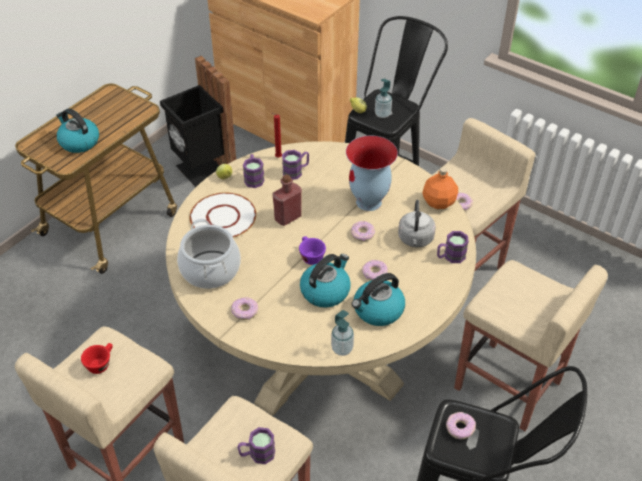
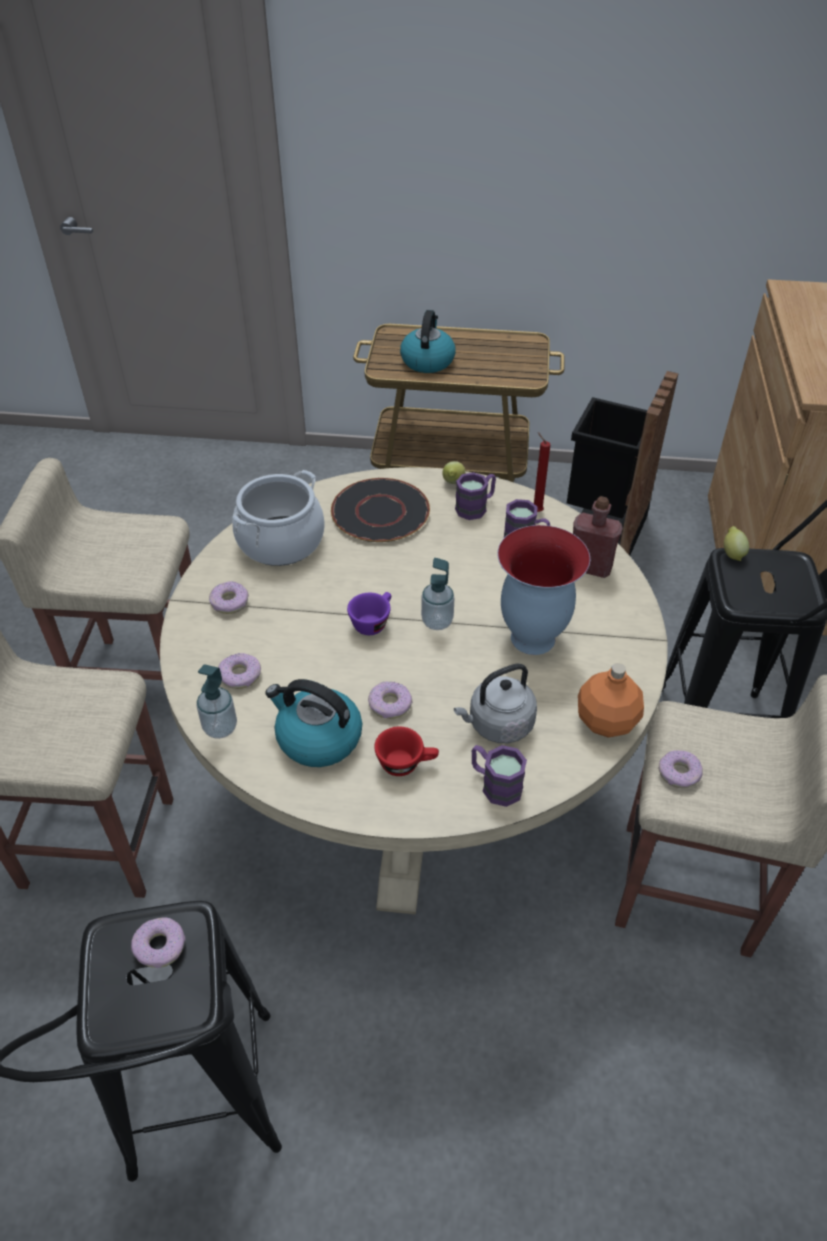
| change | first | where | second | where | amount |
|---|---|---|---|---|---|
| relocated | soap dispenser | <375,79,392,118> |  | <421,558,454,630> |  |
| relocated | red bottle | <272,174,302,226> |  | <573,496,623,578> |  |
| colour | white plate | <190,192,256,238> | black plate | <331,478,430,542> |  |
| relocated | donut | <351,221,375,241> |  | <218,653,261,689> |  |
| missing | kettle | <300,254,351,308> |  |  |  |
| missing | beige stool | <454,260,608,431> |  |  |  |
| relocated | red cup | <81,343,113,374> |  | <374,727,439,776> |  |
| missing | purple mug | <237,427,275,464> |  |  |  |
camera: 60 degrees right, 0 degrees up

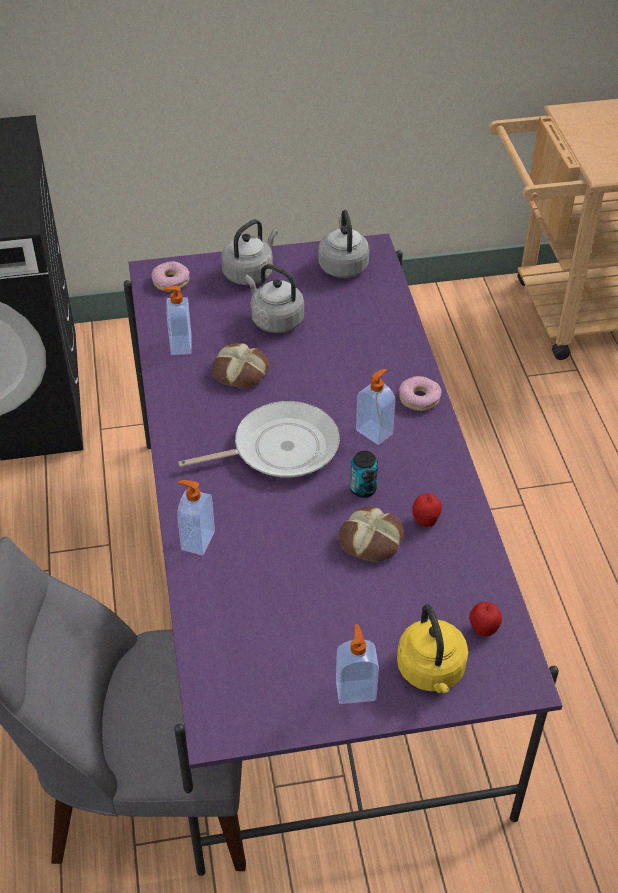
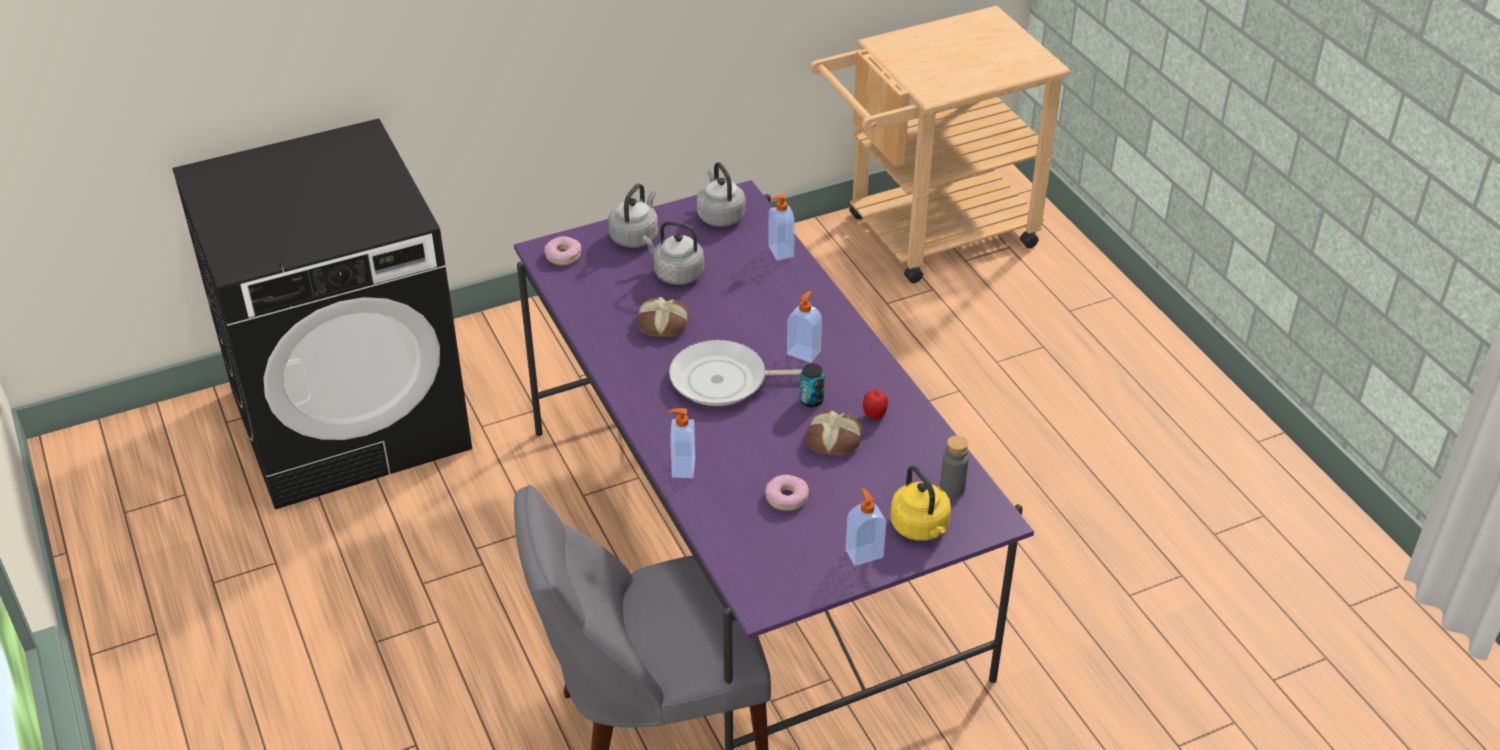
| change | first | where | second | where | amount |
|---|---|---|---|---|---|
| relocated | soap dispenser | <163,286,192,355> |  | <768,195,795,260> |  |
| relocated | donut | <399,376,441,411> |  | <765,474,809,511> |  |
| spun | frying pan | <178,401,340,478> |  | <669,340,803,406> | 150 degrees counterclockwise |
| exchanged | apple | <469,602,502,636> | grey bottle | <940,435,969,498> |  |
camera: 15 degrees left, 5 degrees down

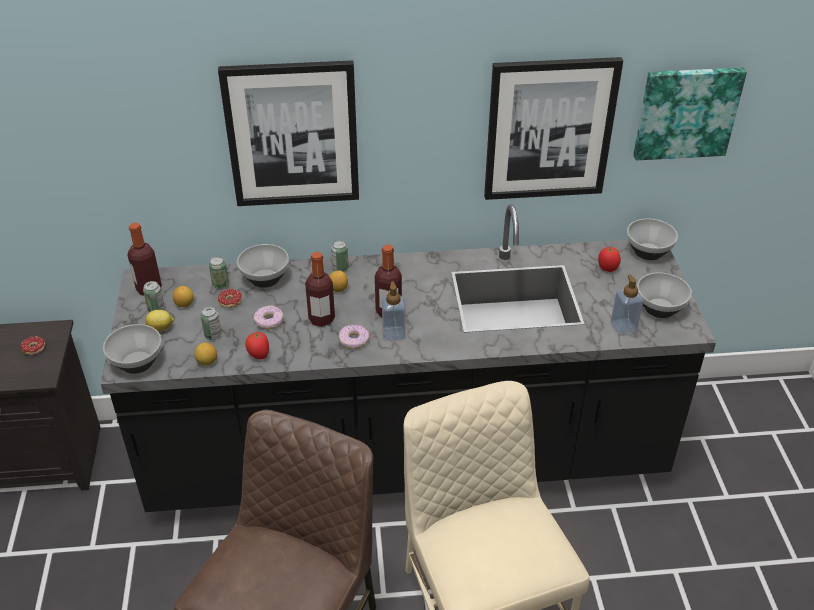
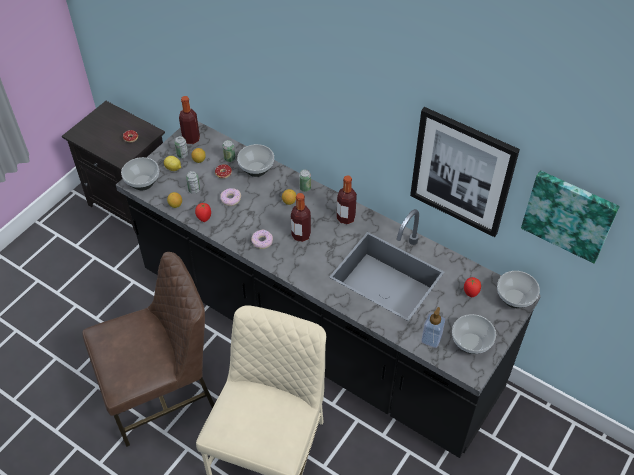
| change | first | where | second | where | amount |
|---|---|---|---|---|---|
| missing | picture | <218,60,359,206> |  |  |  |
| relocated | bottle | <305,252,335,327> |  | <337,175,357,224> |  |
| missing | soap dispenser | <382,282,405,341> |  |  |  |
camera: 40 degrees right, 10 degrees up

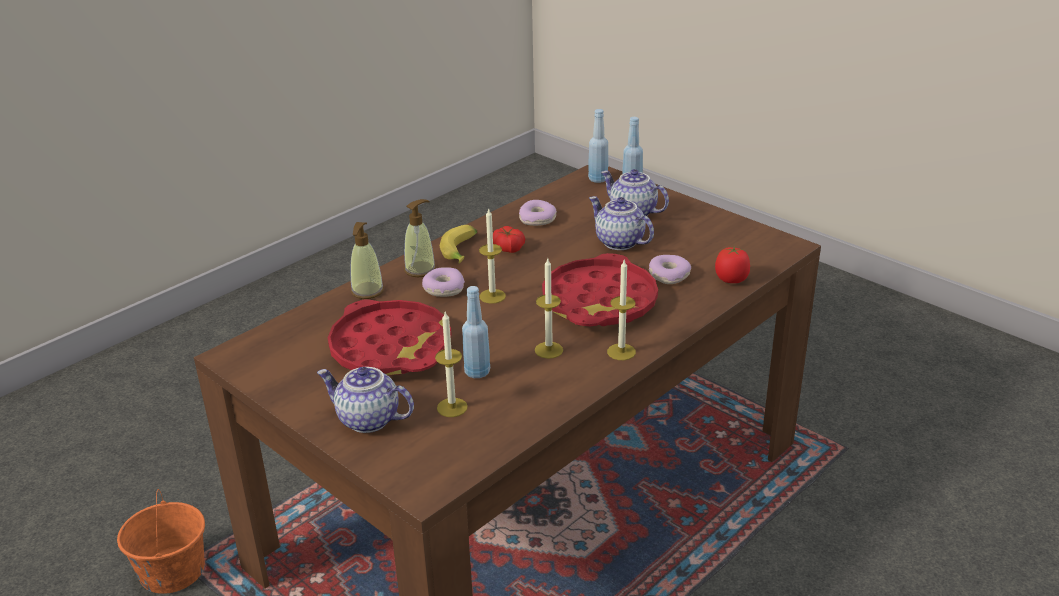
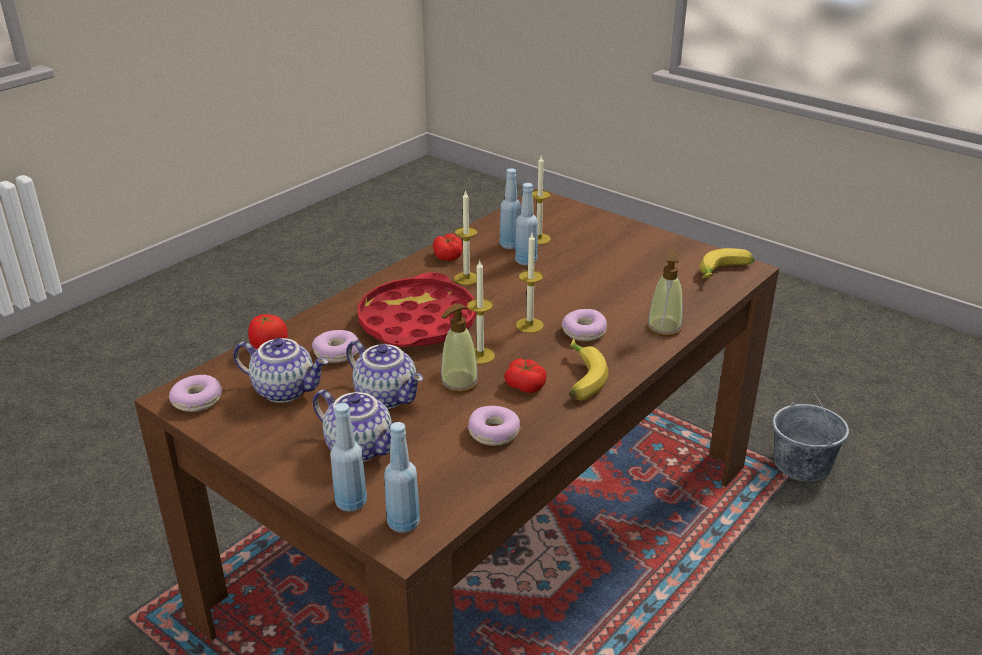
| change | first | where | second | where | amount |
|---|---|---|---|---|---|
| relocated | soap dispenser | <404,199,436,277> |  | <440,303,479,393> |  |
| relocated | candle | <607,260,636,360> |  | <467,261,495,364> |  |
| missing | red tray | <328,299,452,375> |  |  |  |
| relocated | teapot | <317,367,414,433> |  | <233,338,328,403> |  |
| colour | orange bucket | <117,489,205,594> | grey bucket | <773,390,849,481> |  |
| appeared |  |  | blue bottle | <500,168,521,249> |  |
| appeared |  |  | tomato | <433,233,463,261> |  |
| appeared |  |  | banana | <700,248,755,279> |  |
| appeared |  |  | donut | <169,375,222,412> |  |
camera: 175 degrees right, 0 degrees up

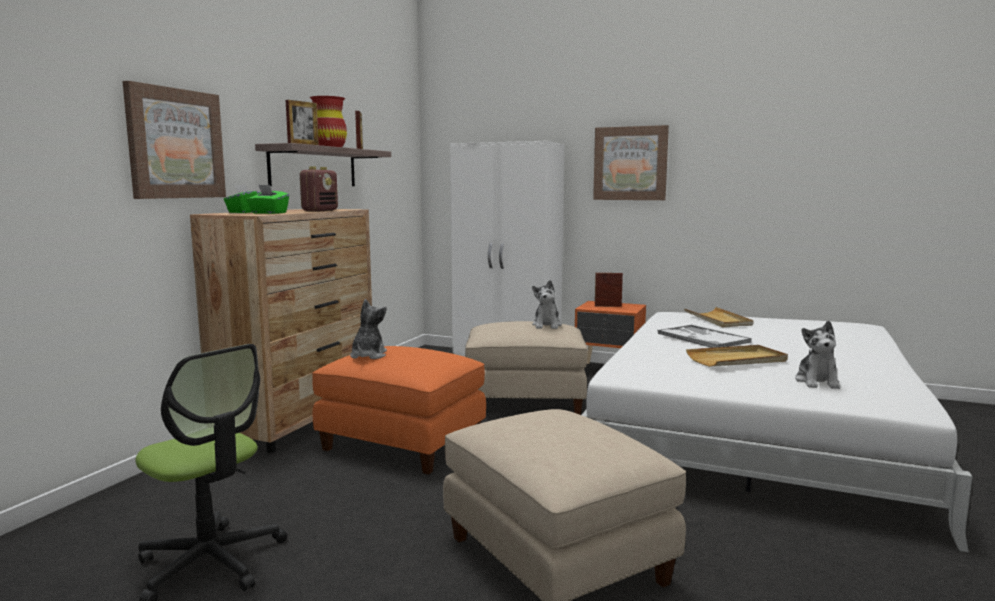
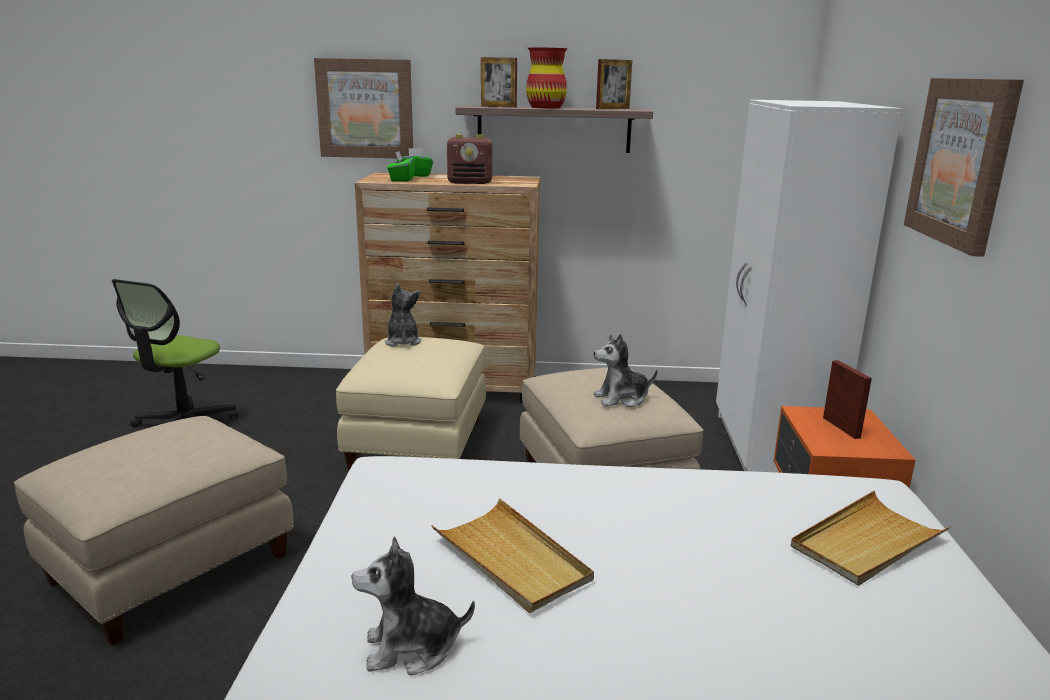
| change | first | where | second | where | amount |
|---|---|---|---|---|---|
| spun | plush toy | <350,299,387,359> |  | <384,284,422,347> | 90 degrees counterclockwise |
| missing | tray | <658,325,752,348> |  |  |  |
| colour | orange ottoman | <312,346,486,475> | beige ottoman | <336,337,486,472> |  |
camera: 70 degrees right, 10 degrees up

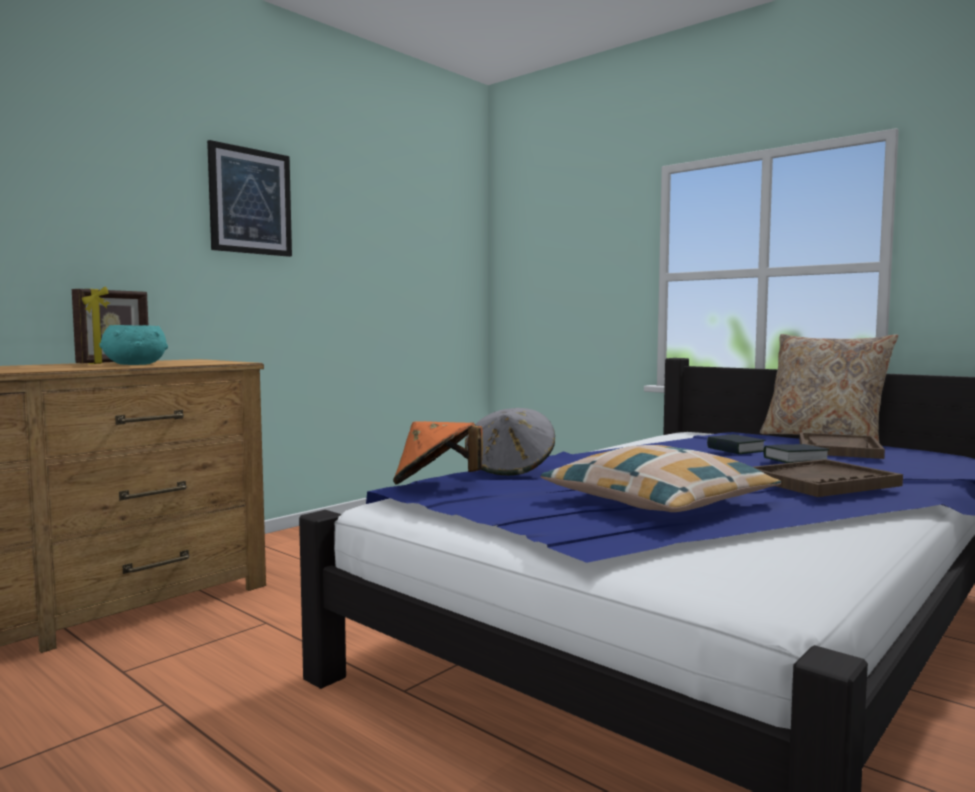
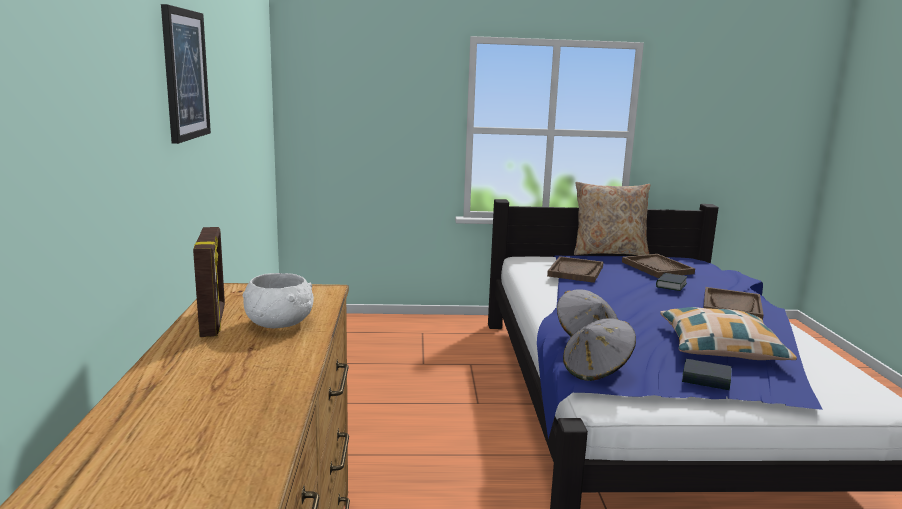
| change | first | where | second | where | amount |
|---|---|---|---|---|---|
| colour | turquoise bowl | <99,325,168,365> | white bowl | <243,273,314,328> |  |
| colour | orange hat | <393,421,483,484> | grey hat | <563,318,636,381> |  |
| relocated | book | <707,434,766,454> |  | <682,359,732,390> |  |
| appeared |  |  | brown tray | <547,256,603,283> |  |
camera: 45 degrees left, 10 degrees up

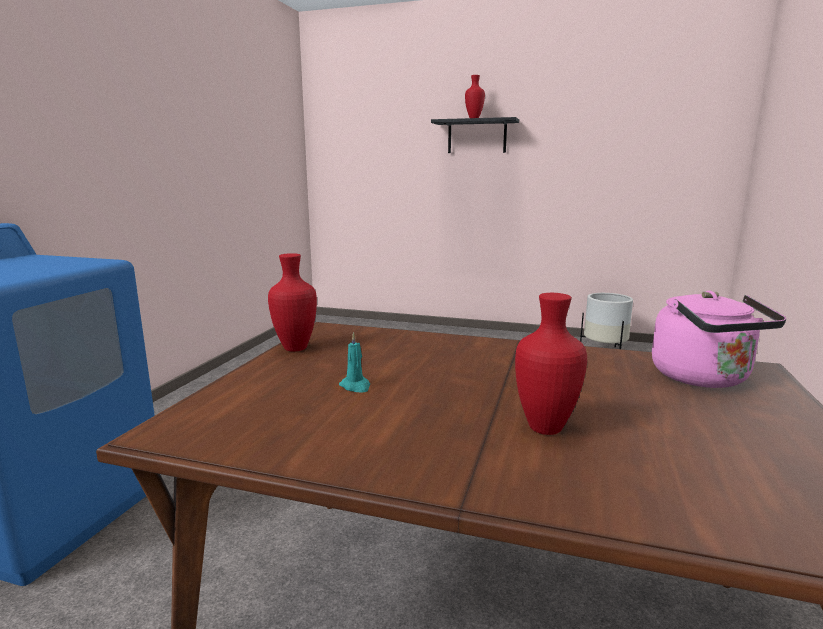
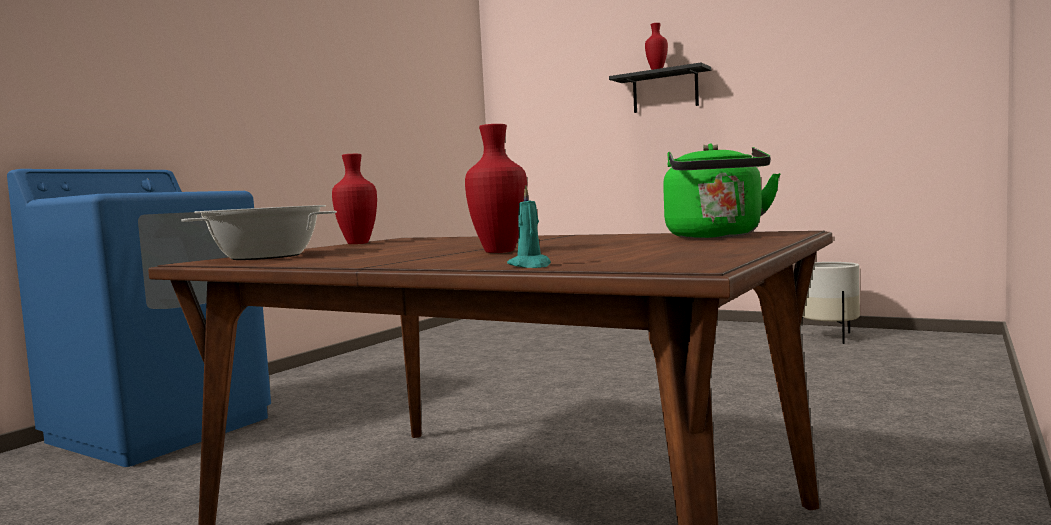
| change | first | where | second | where | amount |
|---|---|---|---|---|---|
| colour | pink kettle | <652,291,786,388> | green kettle | <663,144,781,238> |  |
| relocated | turquoise candle | <339,332,370,393> |  | <507,185,551,268> |  |
| appeared |  |  | cooking pot | <181,205,337,260> |  |
camera: 15 degrees right, 10 degrees down

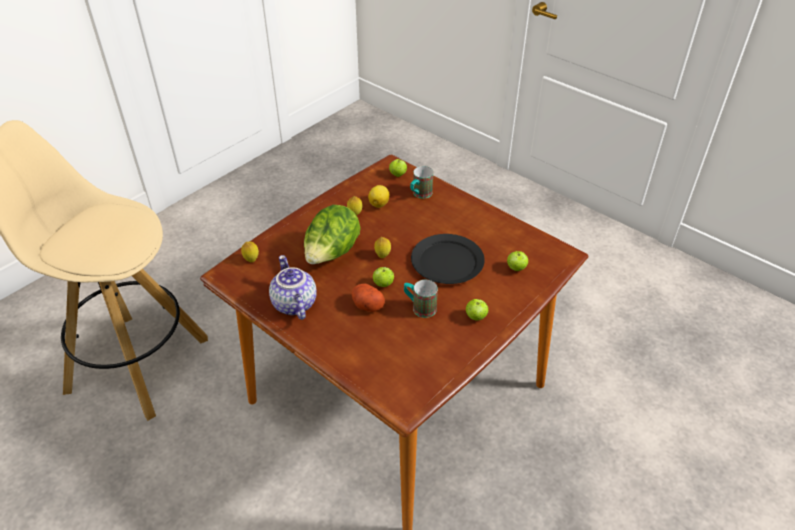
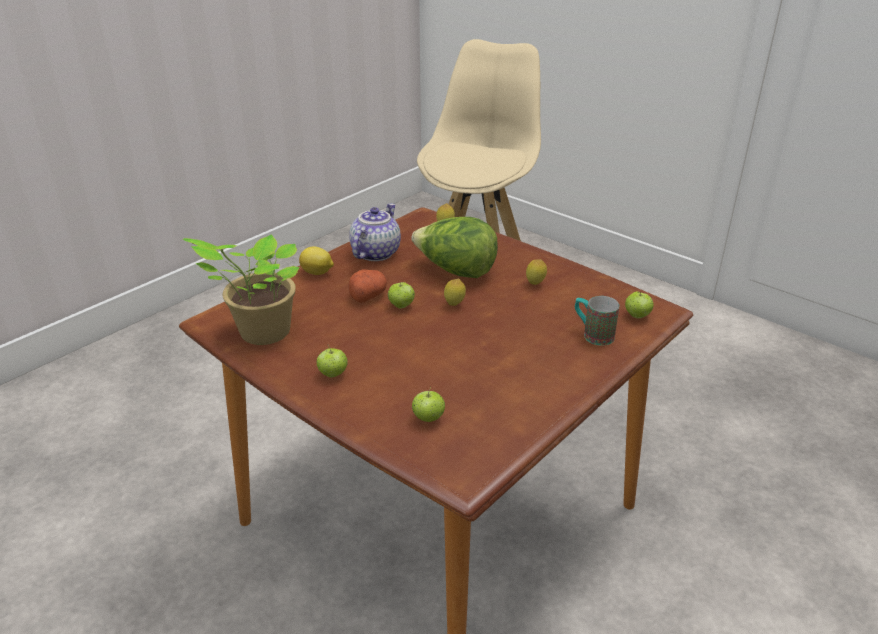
| change | first | where | second | where | amount |
|---|---|---|---|---|---|
| relocated | lemon | <368,185,389,208> |  | <299,247,334,275> |  |
| missing | black plate | <411,234,485,284> |  |  |  |
| spun | teapot | <269,255,317,320> |  | <349,203,401,261> | 45 degrees counterclockwise |
| missing | mug | <404,280,438,318> |  |  |  |
| appeared |  |  | potted plant | <183,235,299,345> |  |
camera: 90 degrees right, 10 degrees down

